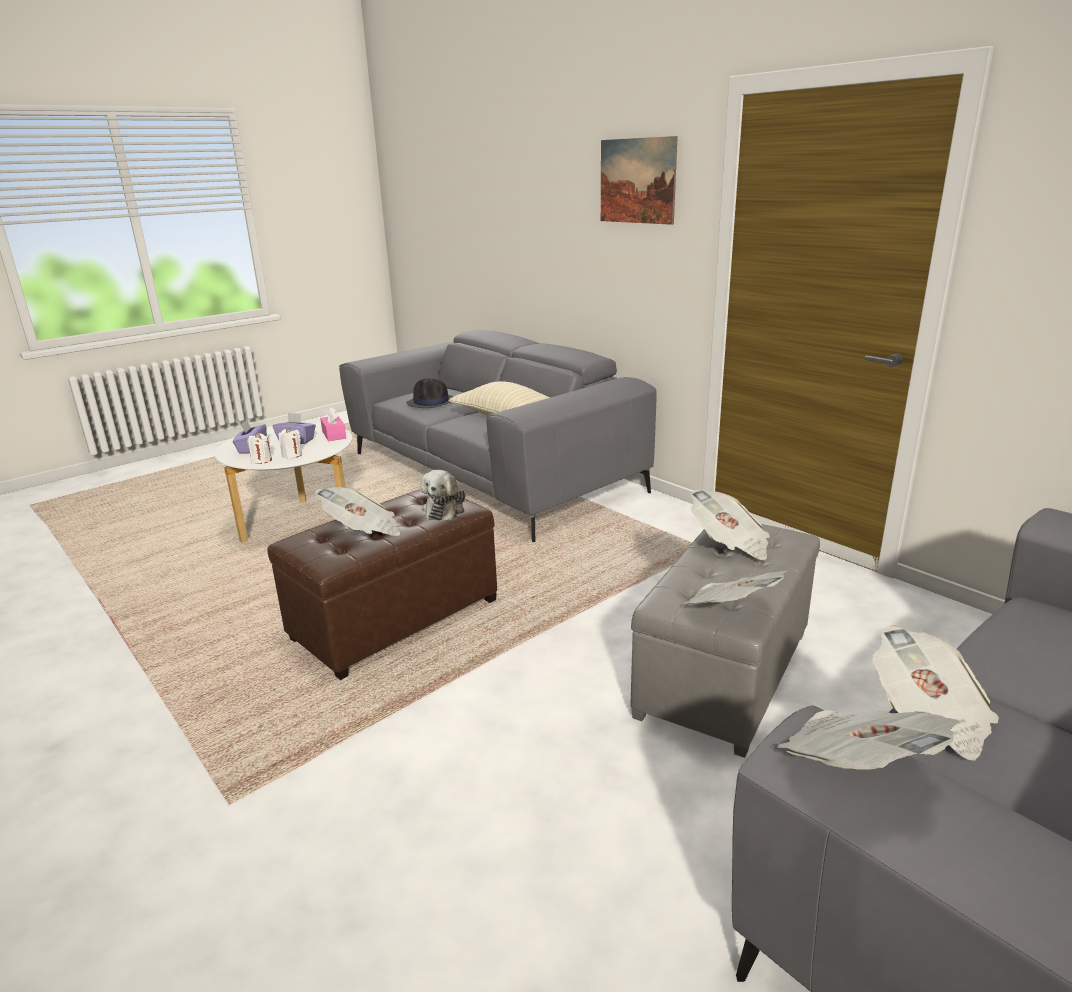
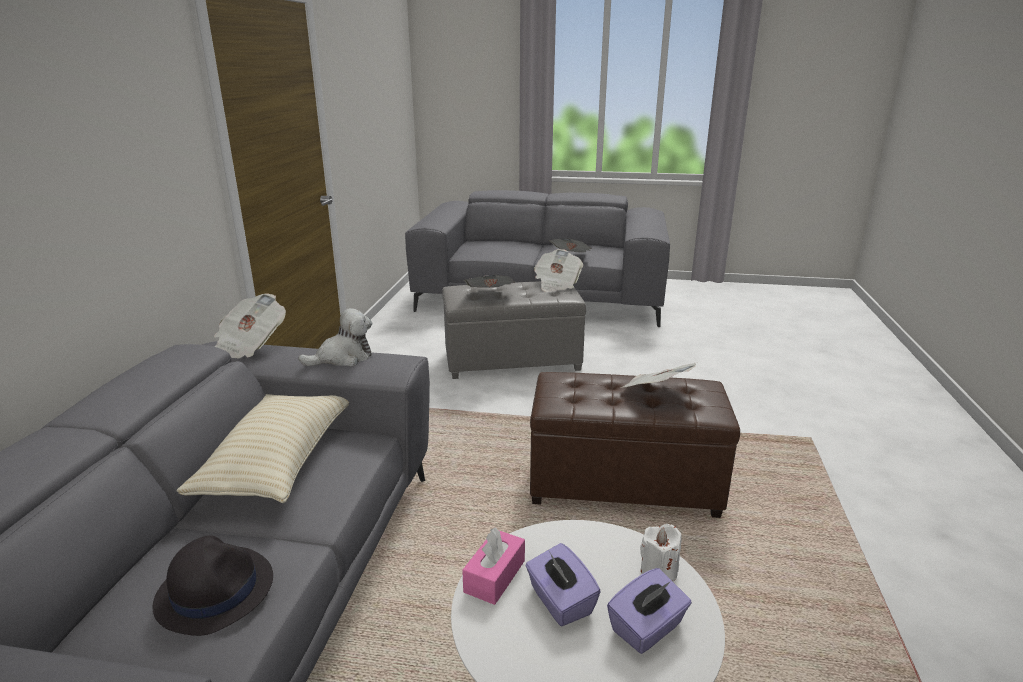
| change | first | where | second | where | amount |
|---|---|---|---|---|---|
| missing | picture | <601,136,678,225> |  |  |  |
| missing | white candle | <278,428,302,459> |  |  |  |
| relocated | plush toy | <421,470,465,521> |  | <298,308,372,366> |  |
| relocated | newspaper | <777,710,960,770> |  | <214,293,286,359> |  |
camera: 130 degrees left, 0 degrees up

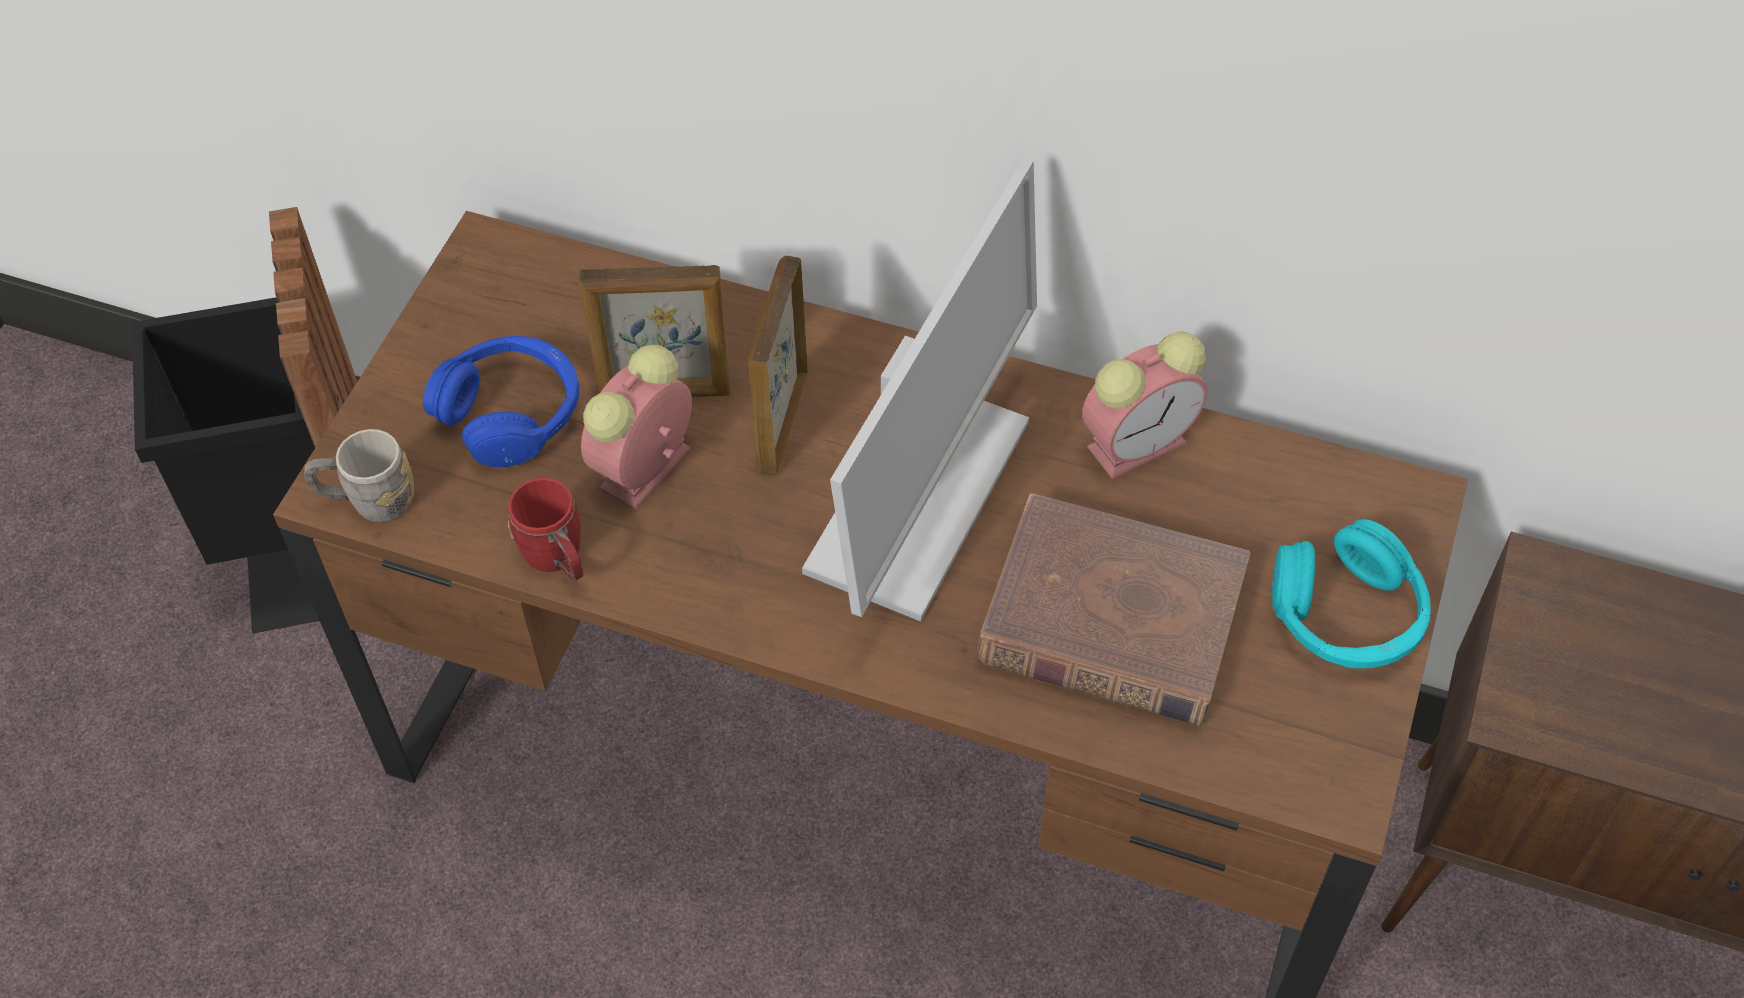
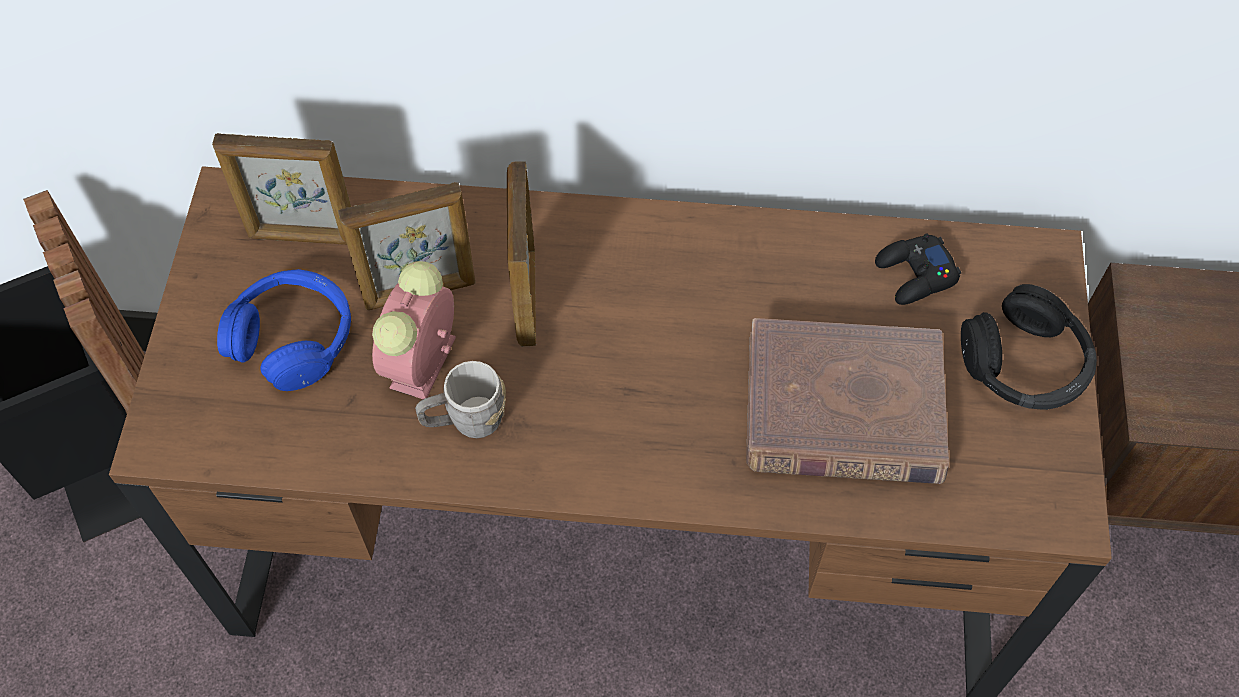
| change | first | where | second | where | amount |
|---|---|---|---|---|---|
| missing | monitor | <802,158,1037,621> |  |  |  |
| missing | alarm clock | <1082,331,1207,479> |  |  |  |
| relocated | grey mug | <304,429,414,523> |  | <415,361,506,438> |  |
| missing | red mug | <508,478,584,581> |  |  |  |
| colour | turquoise headphones | <1272,519,1431,668> | black headphones | <961,284,1097,410> |  |
| appeared |  |  | picture frame | <212,133,351,245> |  |
| appeared |  |  | black game controller | <875,233,961,305> |  |
camera: 15 degrees left, 5 degrees up

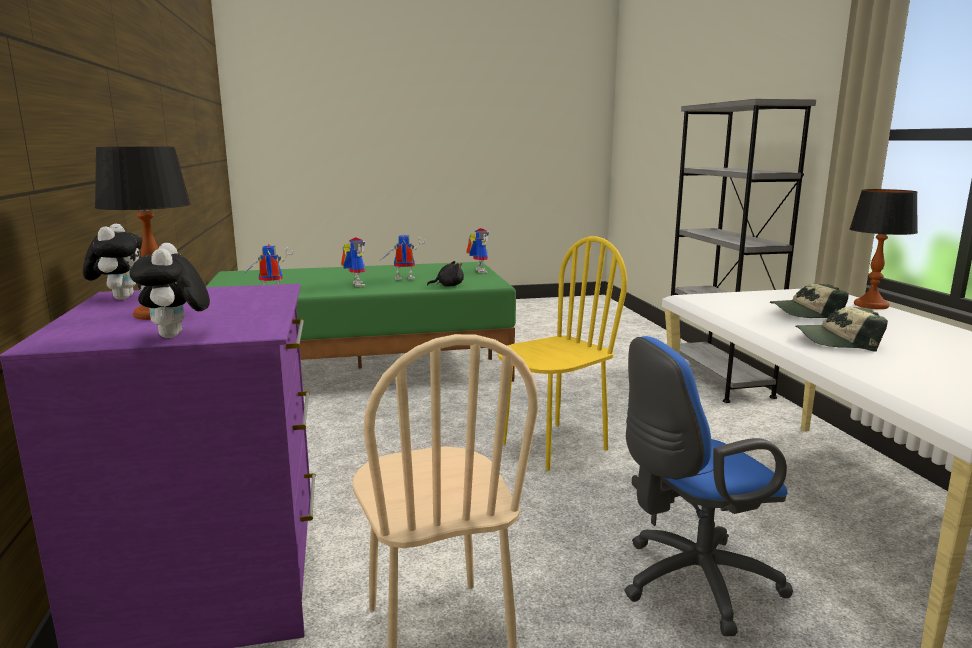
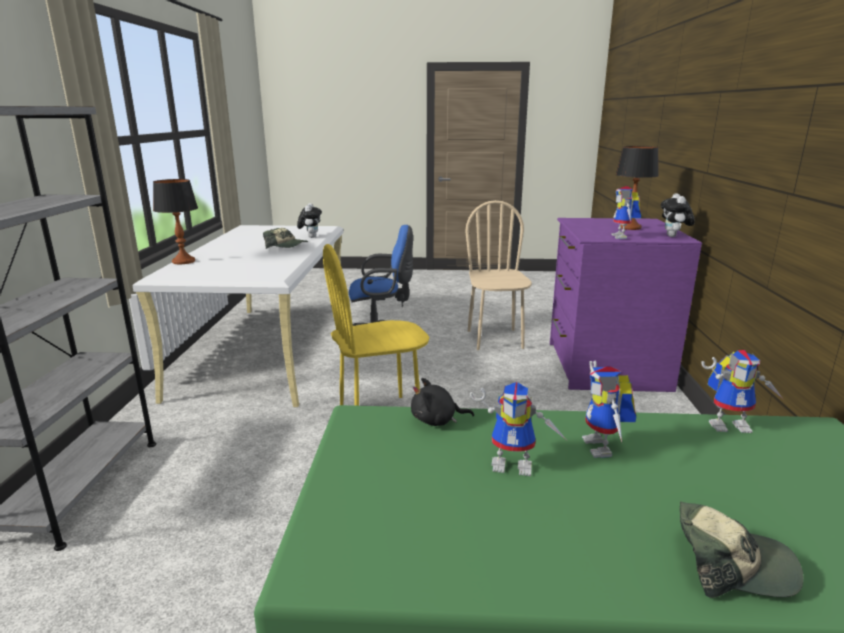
| change | first | where | second | where | amount |
|---|---|---|---|---|---|
| relocated | toy robot | <466,228,489,273> |  | <611,186,641,239> |  |
| relocated | plush toy | <129,243,210,338> |  | <297,203,322,238> |  |
| relocated | cap | <770,284,849,318> |  | <680,501,804,598> |  |
camera: 165 degrees left, 5 degrees up

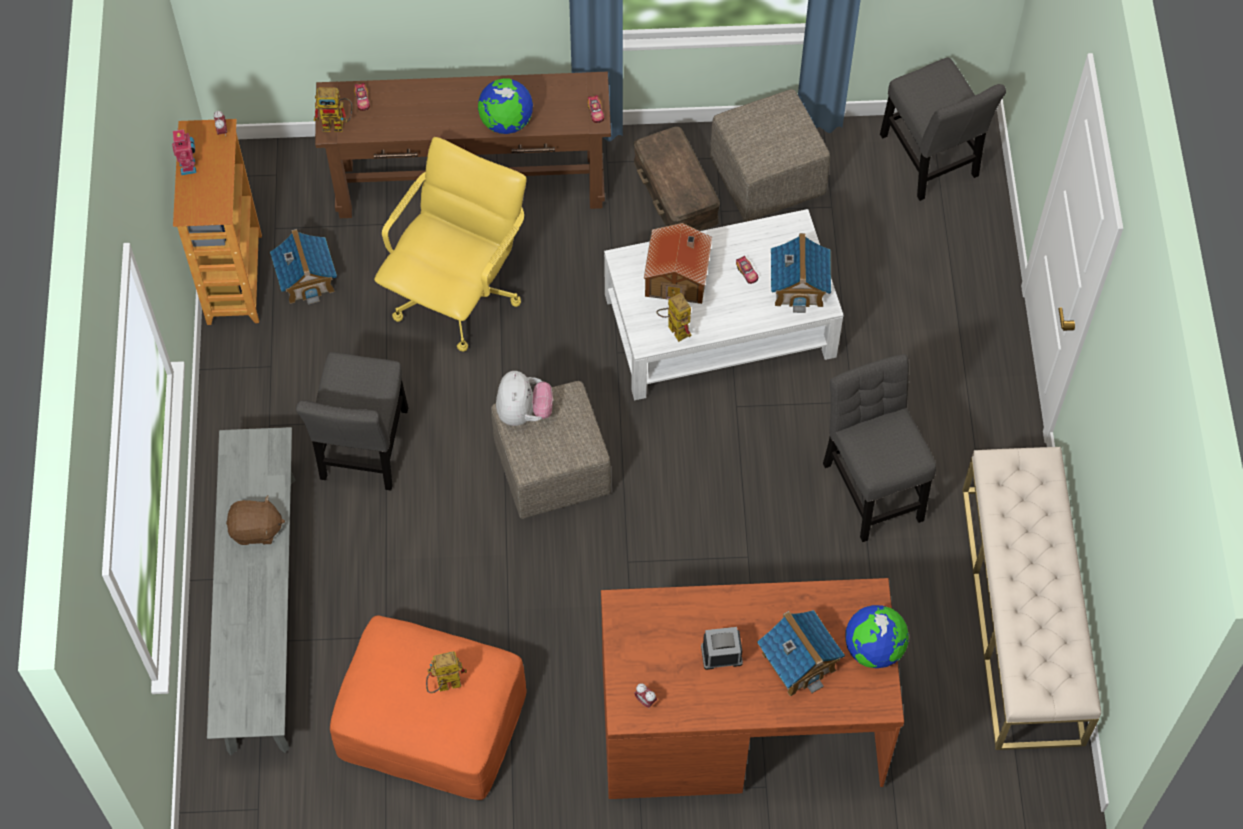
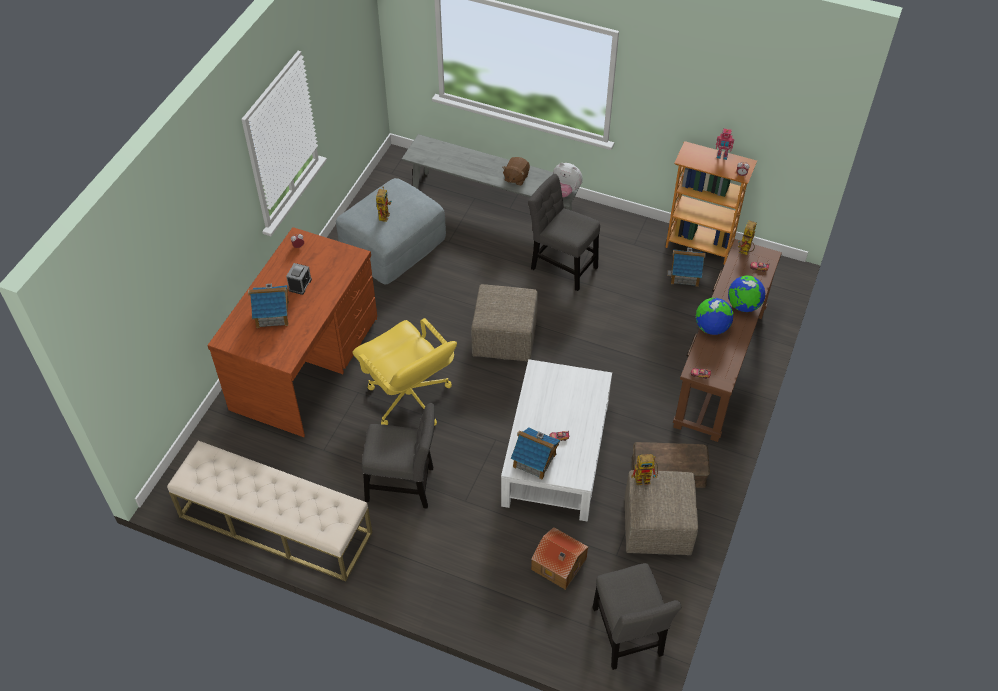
| change | first | where | second | where | amount |
|---|---|---|---|---|---|
| spun | grey chair | <880,57,1006,201> |  | <592,563,681,670> | 105 degrees counterclockwise |
| relocated | yellow office chair | <374,137,527,352> |  | <352,318,457,426> |  |
| relocated | toy house | <644,223,712,304> |  | <531,527,588,590> |  |
| relocated | toy robot | <656,291,692,342> |  | <631,454,658,485> |  |
| relocated | plush toy | <496,371,553,426> |  | <553,163,582,197> |  |
| relocated | globe | <845,605,909,668> |  | <728,275,765,312> |  |
| colour | orange ottoman | <330,615,527,800> | grey ottoman | <336,178,446,284> |  |
camera: 115 degrees right, 10 degrees down

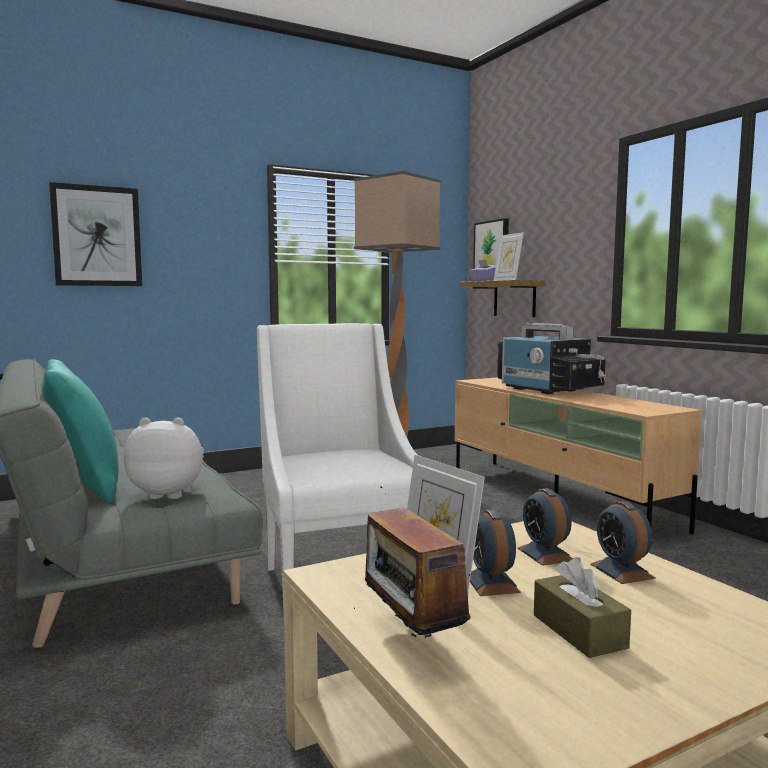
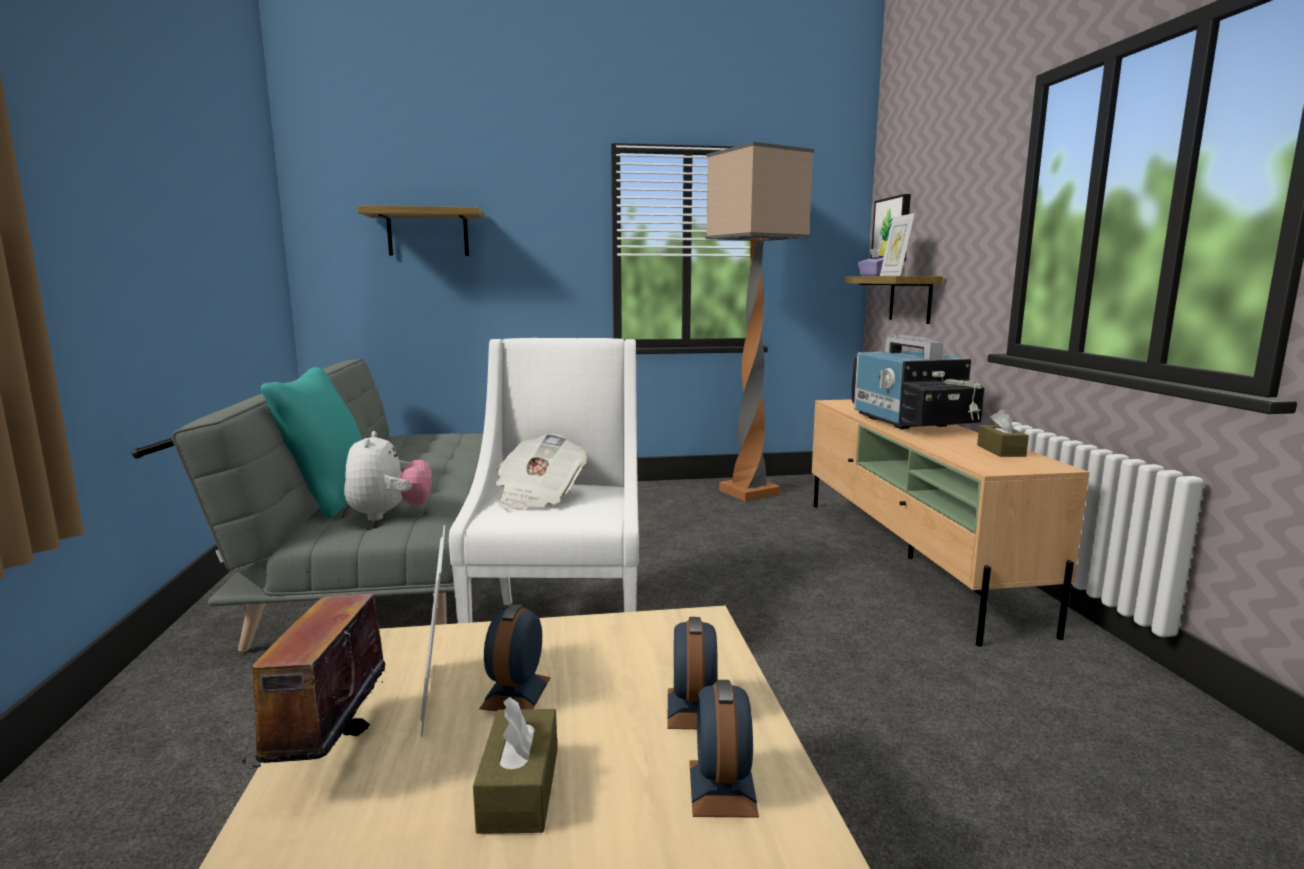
| change | first | where | second | where | amount |
|---|---|---|---|---|---|
| exchanged | picture | <49,182,142,286> | shelf | <357,205,483,256> |  |
| spun | plush toy | <124,418,204,499> |  | <344,431,432,521> | 60 degrees clockwise |
| relocated | alarm clock | <517,488,573,566> |  | <689,680,759,818> |  |
| appeared |  |  | brown tissue box | <977,409,1029,457> |  |
| appeared |  |  | newspaper | <496,433,587,510> |  |
camera: 20 degrees right, 5 degrees up

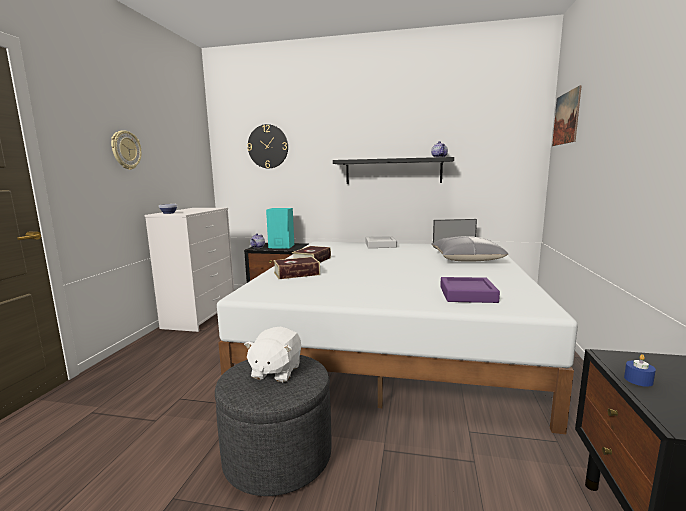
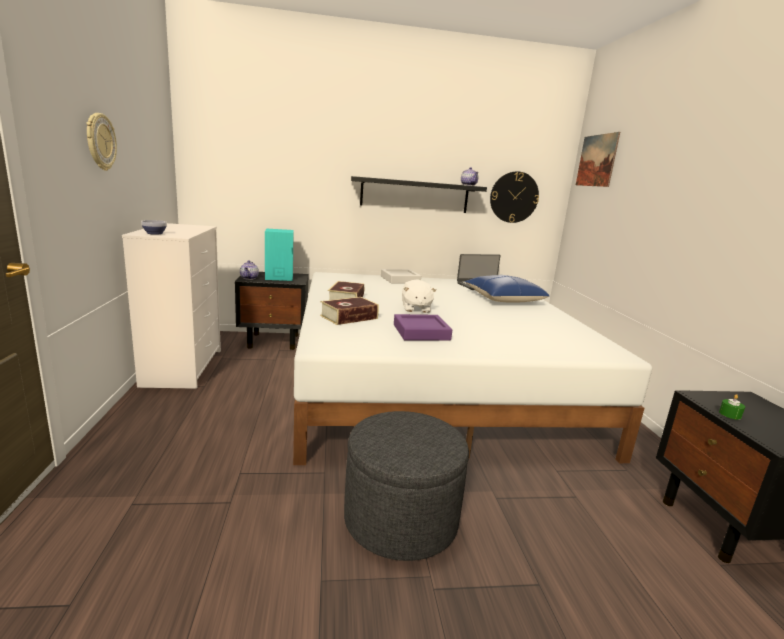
| change | first | where | second | where | amount |
|---|---|---|---|---|---|
| relocated | wall clock | <247,124,288,168> |  | <490,171,539,223> |  |
| colour | grey pillow | <431,236,508,262> | blue pillow | <464,275,549,302> |  |
| relocated | purple tray | <440,277,500,303> |  | <394,314,452,340> |  |
| relocated | white plush toy | <244,327,301,382> |  | <402,279,436,313> |  |
| colour | blue candle | <624,354,656,387> | green candle | <719,394,745,420> |  |
camera: 20 degrees left, 5 degrees up

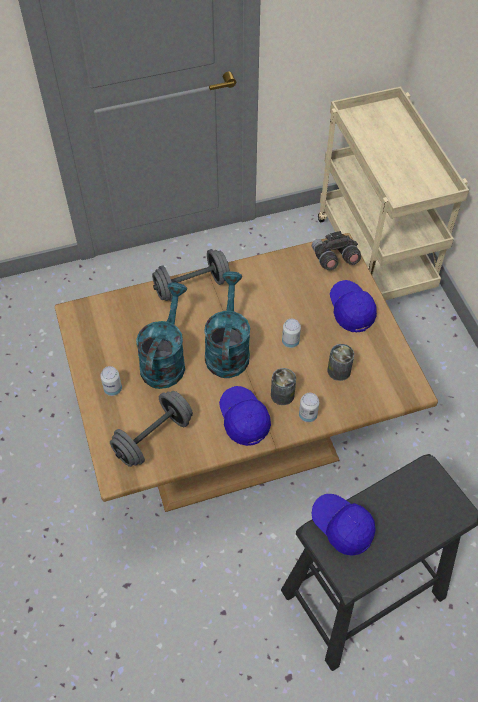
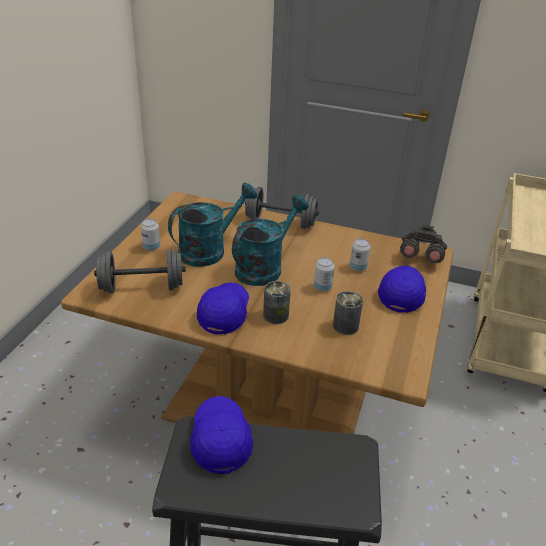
| change | first | where | second | where | amount |
|---|---|---|---|---|---|
| relocated | can | <299,393,319,422> |  | <350,238,370,271> |  |
camera: 35 degrees right, 20 degrees down

